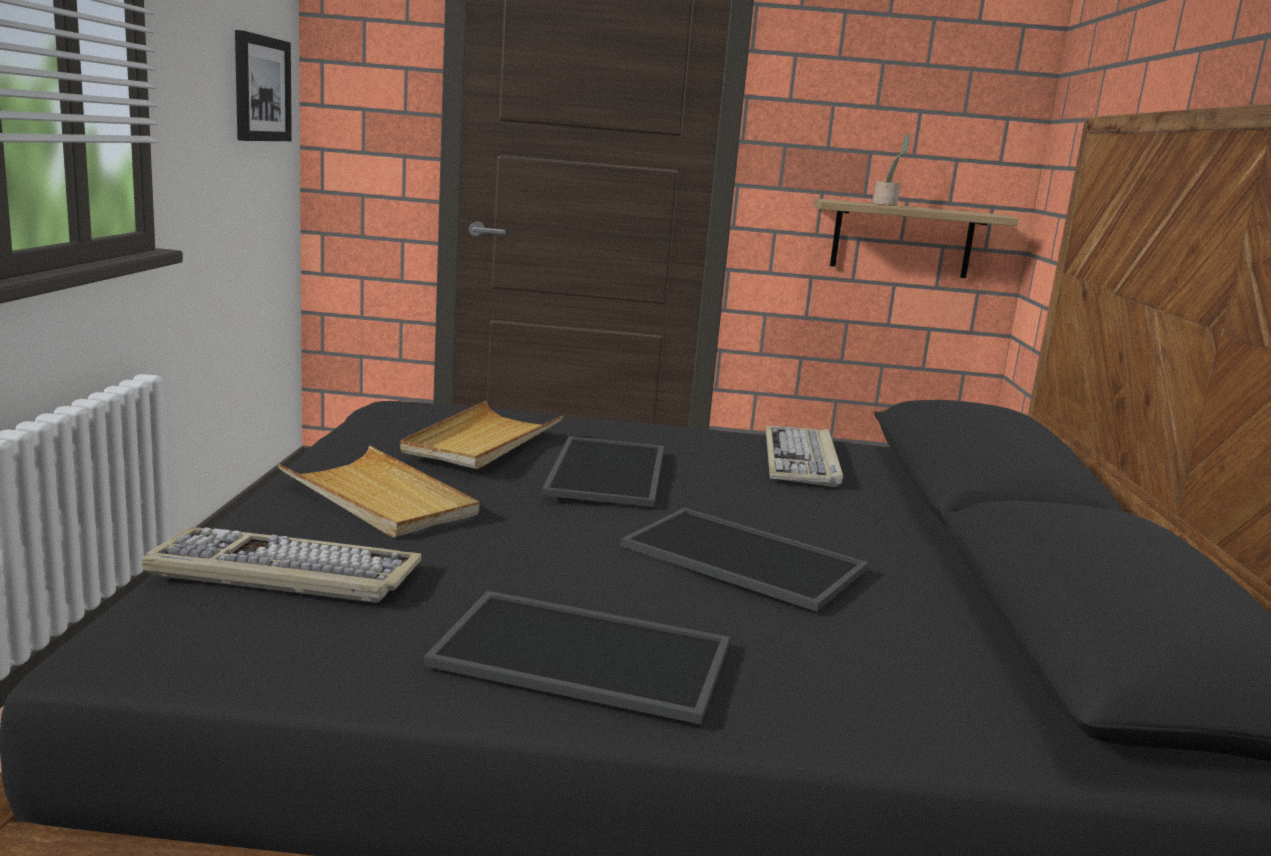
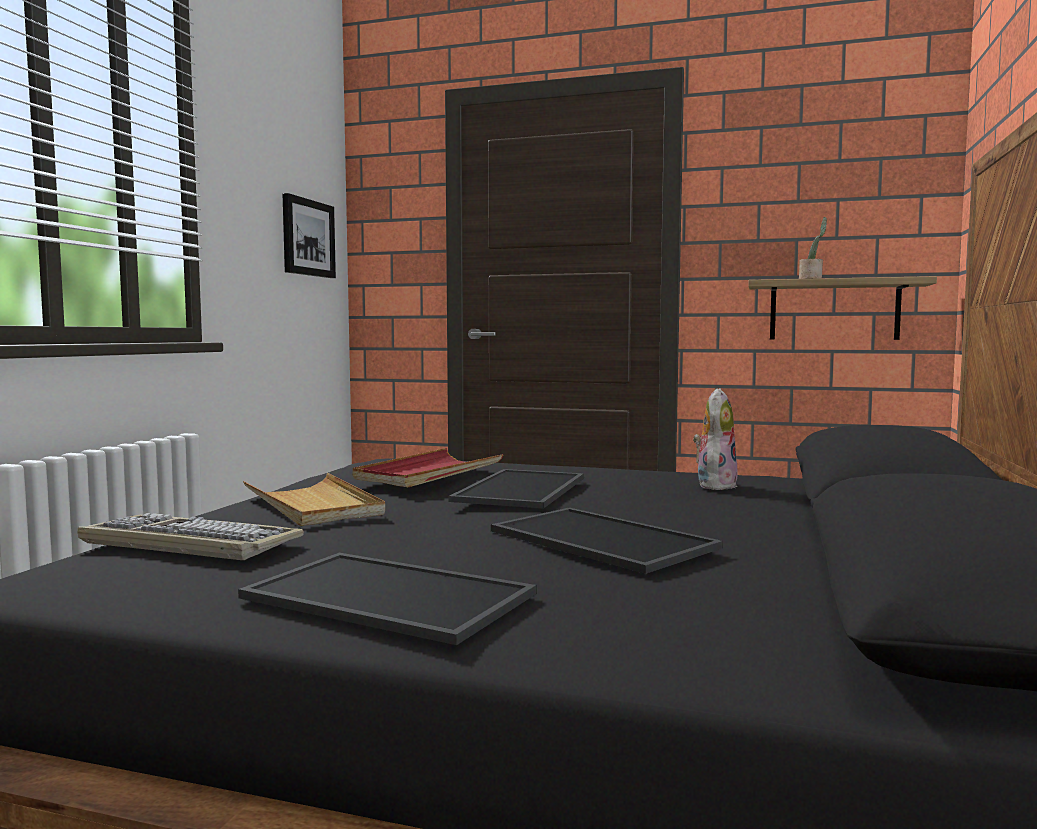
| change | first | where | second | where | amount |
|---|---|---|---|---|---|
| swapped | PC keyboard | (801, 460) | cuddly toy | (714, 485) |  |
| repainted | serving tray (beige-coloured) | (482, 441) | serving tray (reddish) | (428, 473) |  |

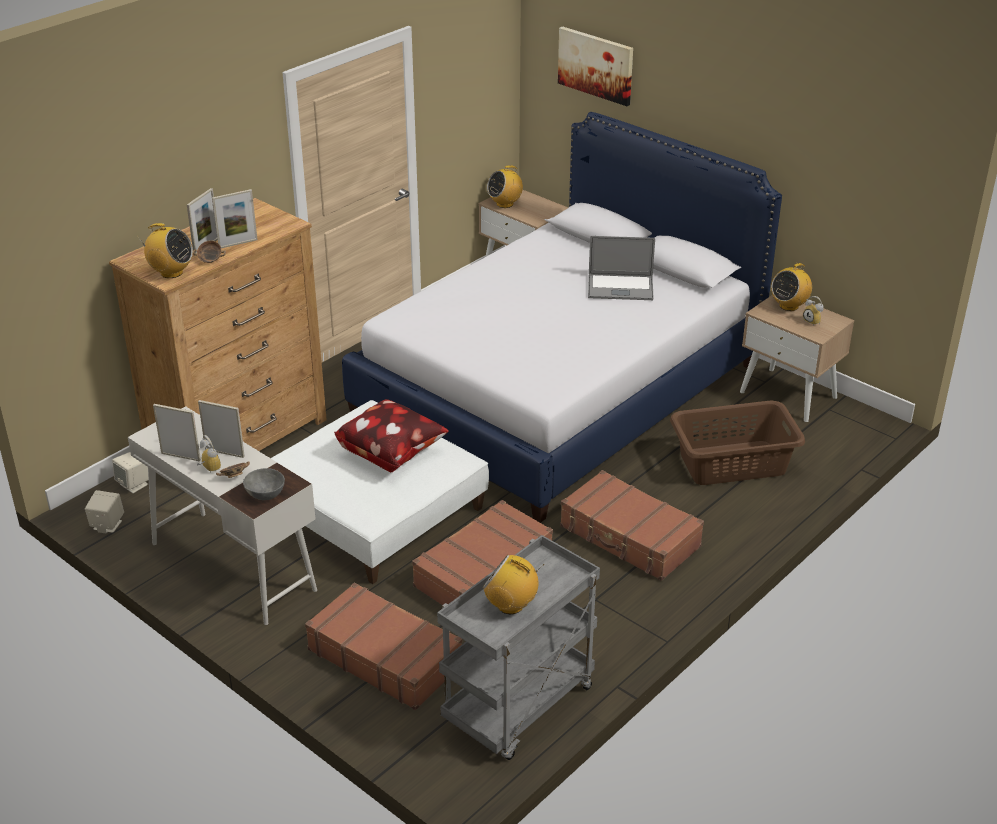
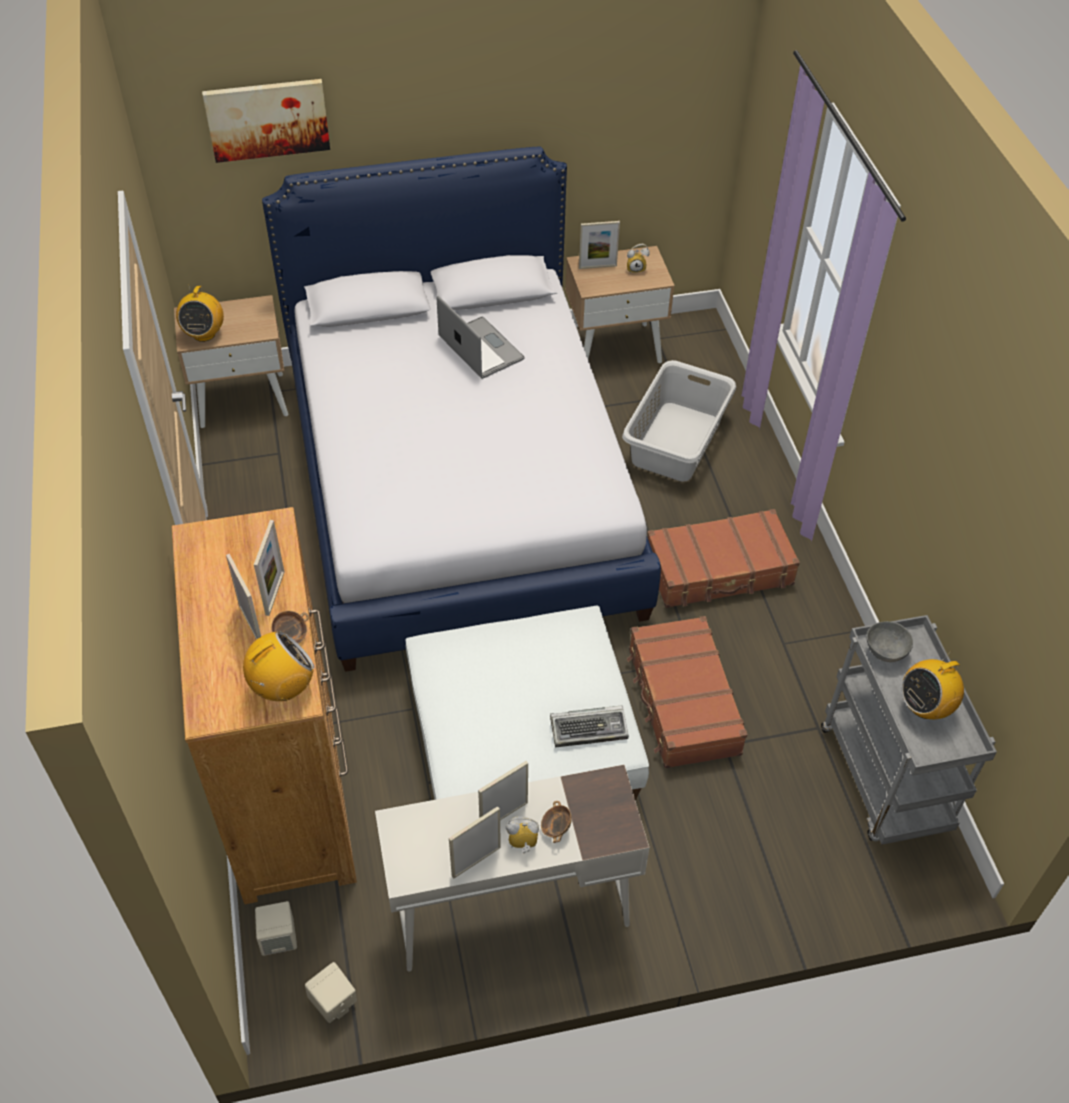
| change | first | where | second | where | amount |
|---|---|---|---|---|---|
| gone | suitcase (brown) | (385, 657) |  |  |  |
| gone | throw pillow | (391, 453) |  |  |  |
| new |  |  | PC keyboard | (589, 729) |  |
| shifted | deep dish (gray) | (264, 494) |  | (884, 652) |  |
| swapped | radio set | (789, 306) | picture frame | (597, 266) |  |
| repainted | washing basket (brown) | (733, 463) | washing basket (gray) | (677, 441) |  |
| rotated | portable computer | (620, 288) |  | (481, 348) | 75 degrees counterclockwise |

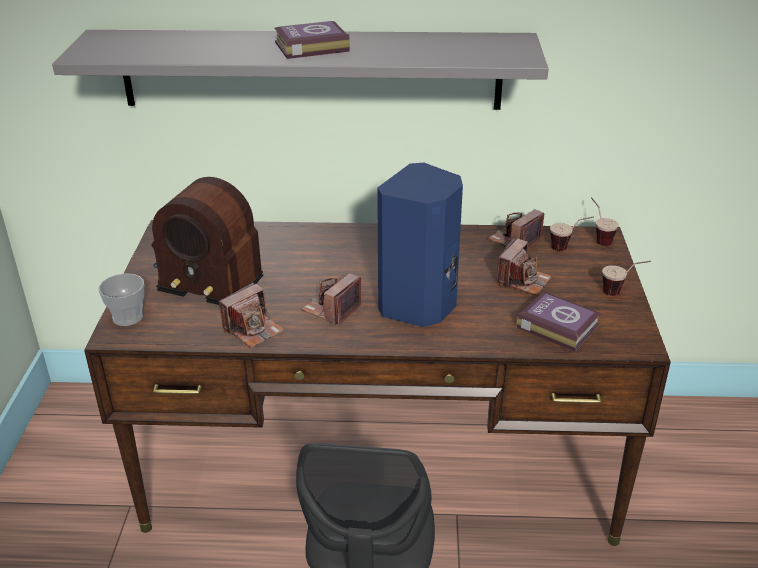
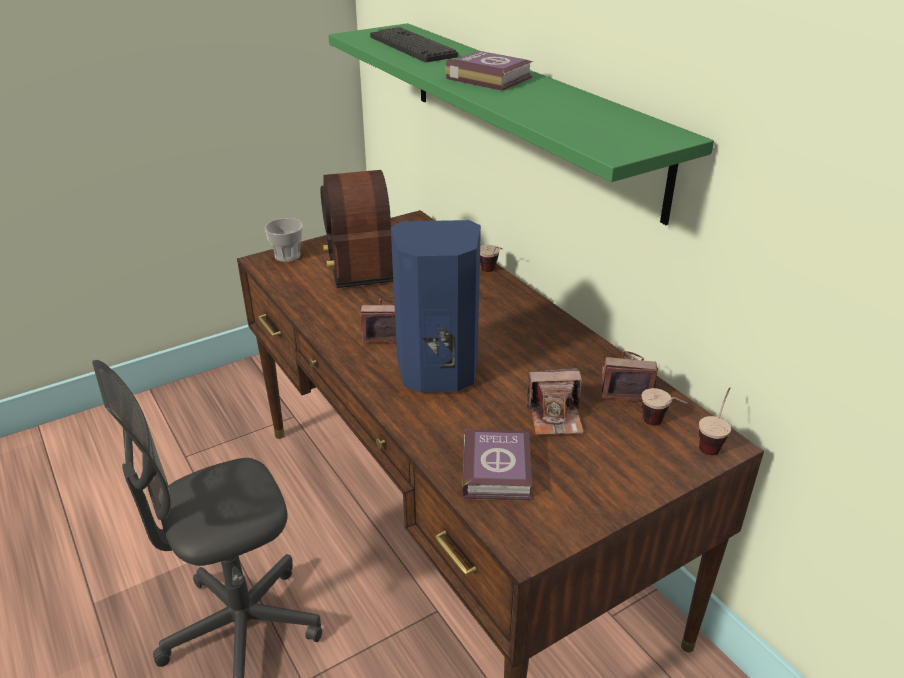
| change | first | where | second | where | amount |
|---|---|---|---|---|---|
| gone | still camera | (253, 329) |  |  |  |
| new |  |  | PC keyboard | (412, 46) |  |
| shifted | drinking cup | (621, 292) |  | (491, 273) |  |
| repainted | wall shelf (gray) | (311, 69) | wall shelf (greenish) | (526, 111) |  |

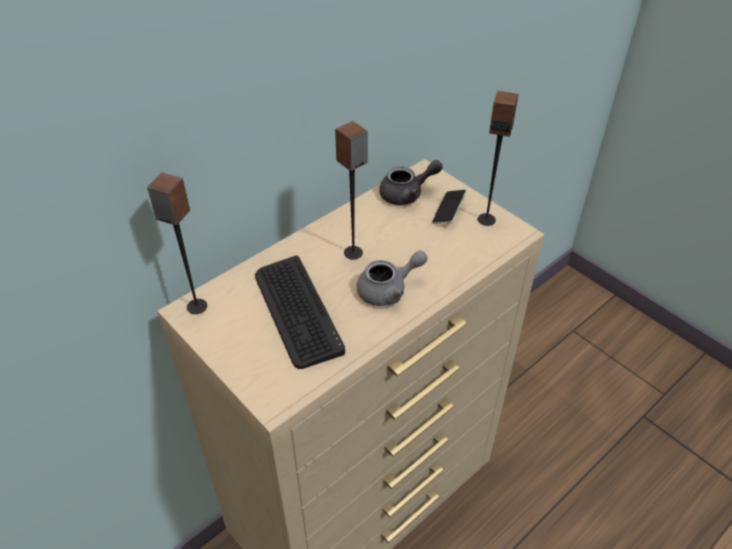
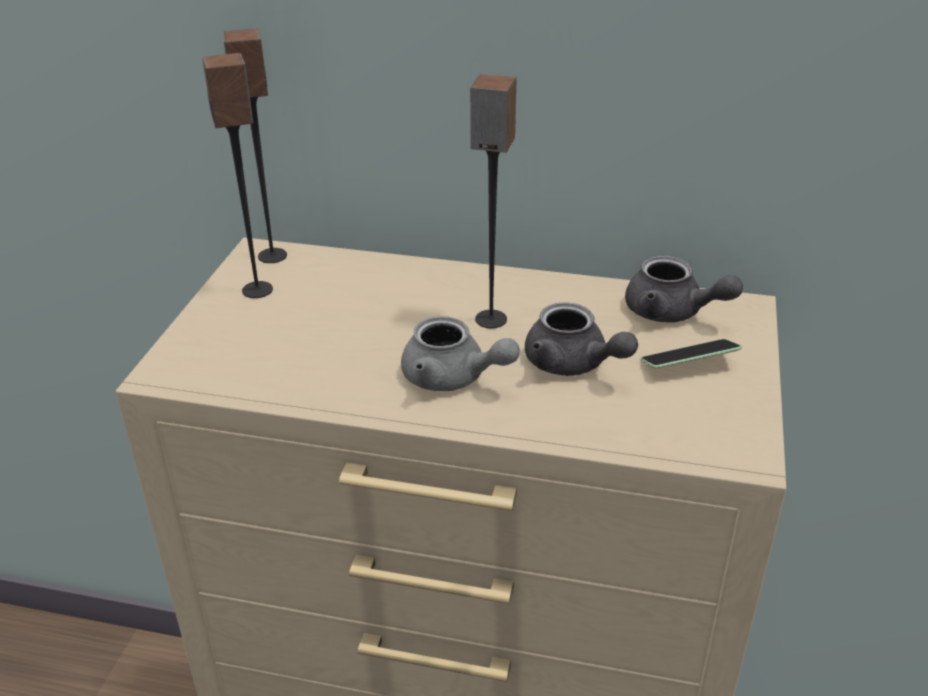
| change | first | where | second | where | amount |
|---|---|---|---|---|---|
| gone | PC keyboard | (297, 311) |  |  |  |
| new |  |  | tea pot (gray) | (573, 365) |  |
| shifted | audio speaker | (486, 219) |  | (258, 290) |  |

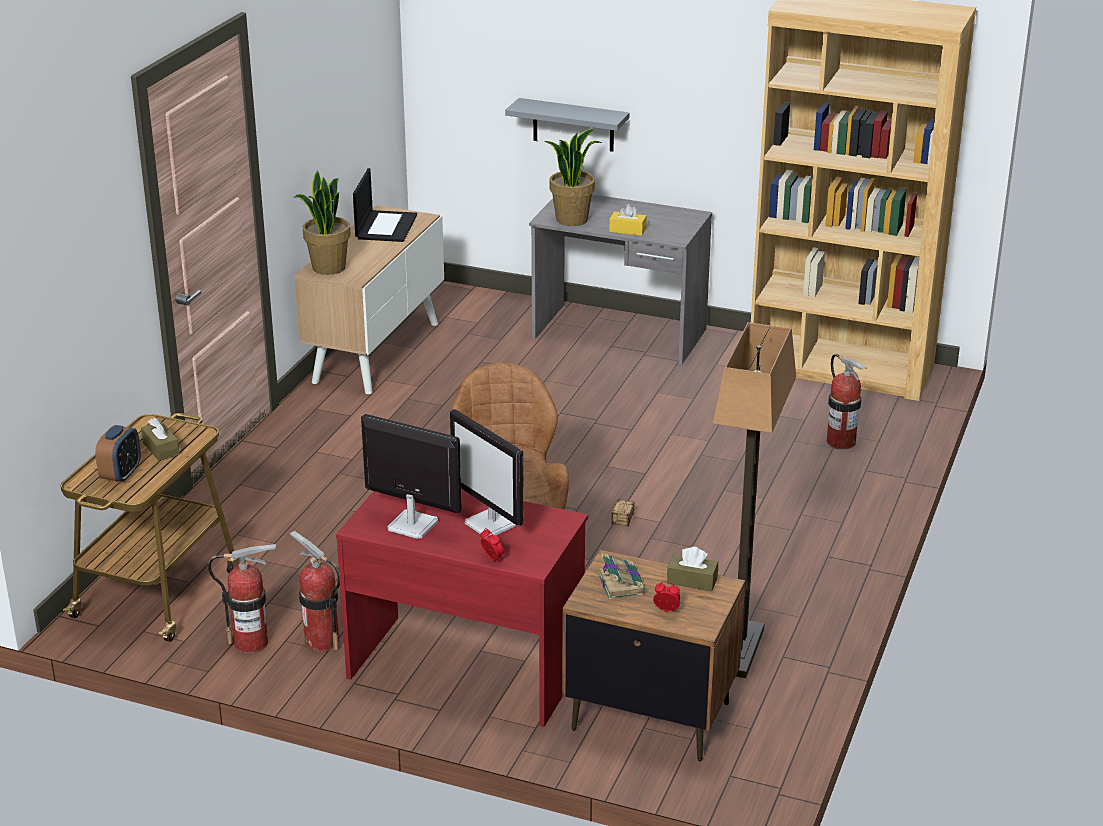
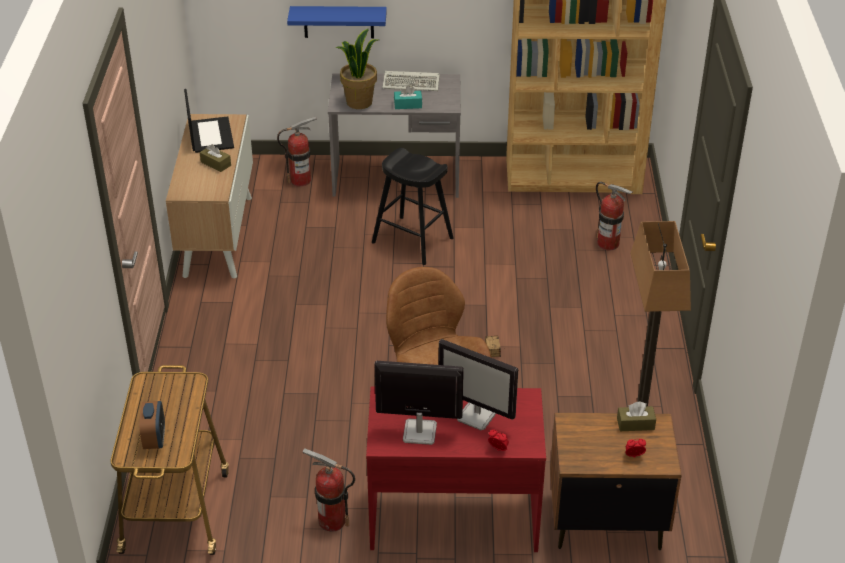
| change | first | where | second | where | amount |
|---|---|---|---|---|---|
| gone | potted plant | (328, 267) |  |  |  |
| gone | volume | (620, 583) |  |  |  |
| new |  |  | stool (blackish) | (412, 240) |  |
| new |  |  | PC keyboard | (412, 83) |  |
| shifted | tissue holder (brown) | (161, 449) |  | (216, 164) |  |
| shifted | fire-fighting cylinder | (251, 643) |  | (300, 180) |  |
| repainted | wall shelf (gray) | (573, 125) | wall shelf (blue) | (338, 22) |  |
| repainted | tissue holder (yellowish) | (627, 230) | tissue holder (blue-green) | (408, 105) |  |

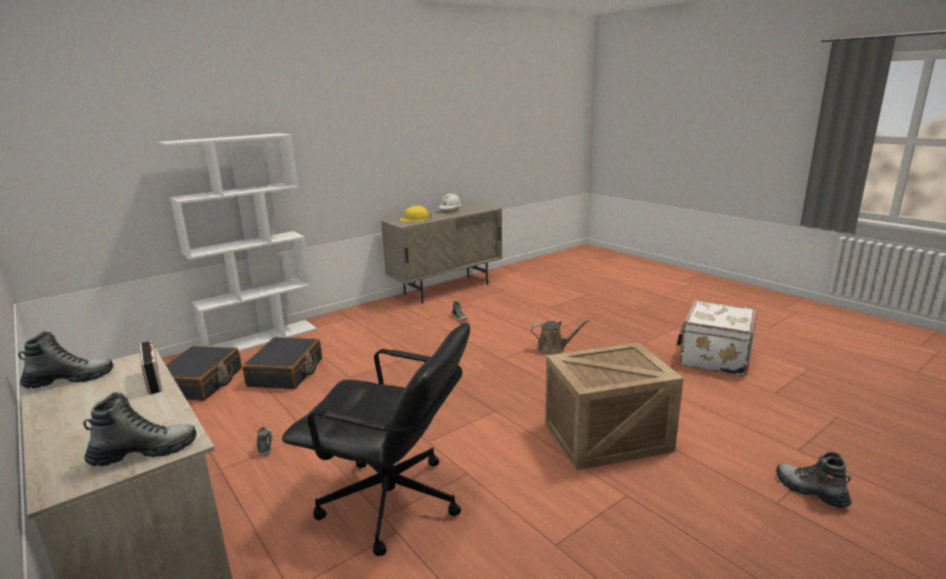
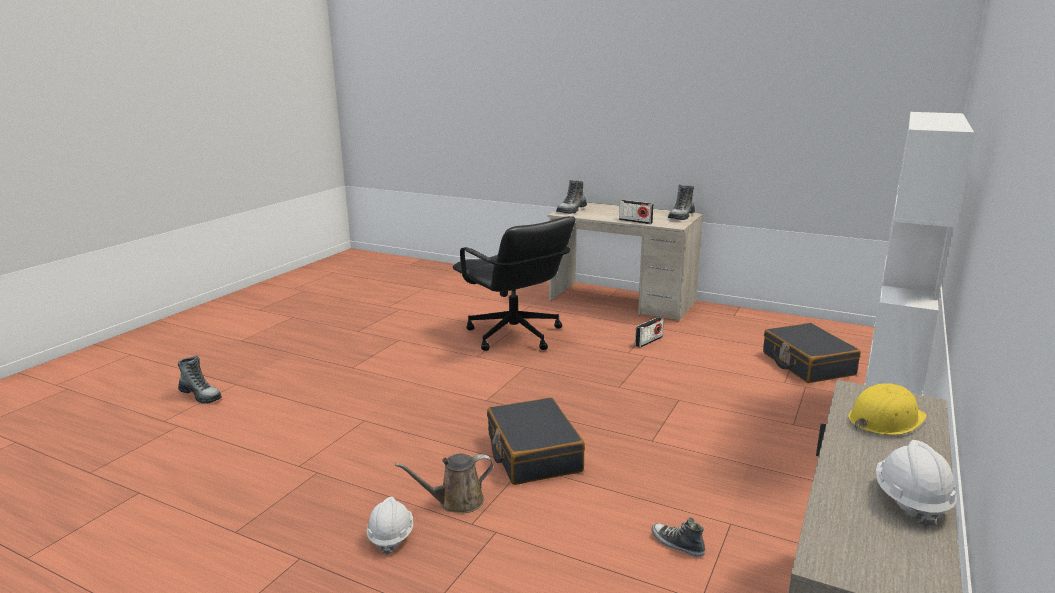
| change | first | where | second | where | amount |
|---|---|---|---|---|---|
| gone | crate | (606, 437) |  |  |  |
| gone | suitcase (white-coloured) | (713, 358) |  |  |  |
| new |  |  | safety helmet (white-coloured) | (391, 536) |  |
| shifted | suitcase (blackish) | (286, 373) |  | (533, 453) |  |
| swapped | shoe | (265, 445) | radio set | (648, 341) |  |
| rotated | desk chair (blackish) | (391, 503) |  | (514, 335) | 120 degrees counterclockwise |

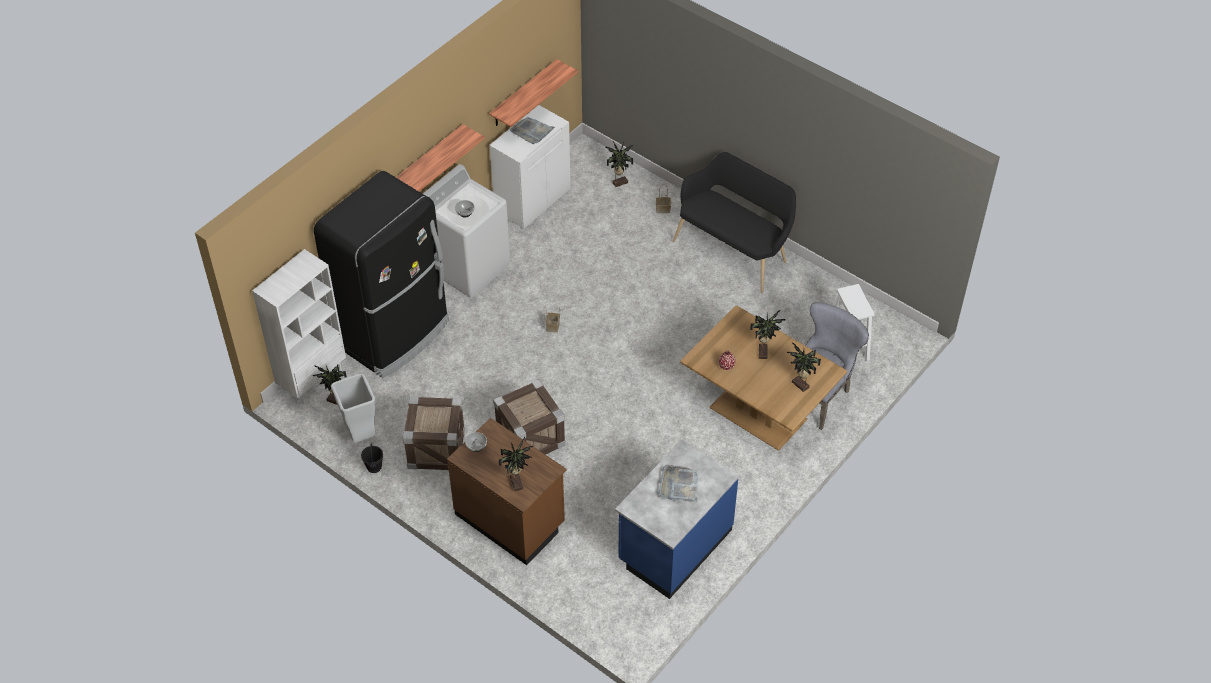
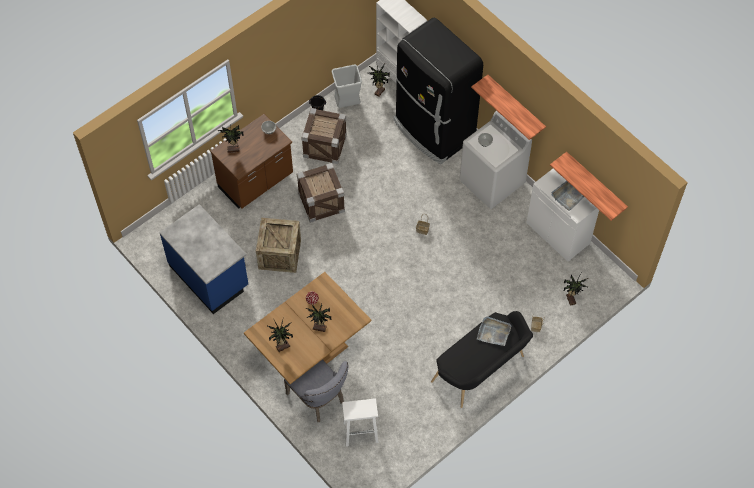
| change | first | where | second | where | amount |
|---|---|---|---|---|---|
| new |  |  | crate | (279, 254) |  |
| shifted | serving tray (gray) | (679, 485) |  | (493, 332) |  |

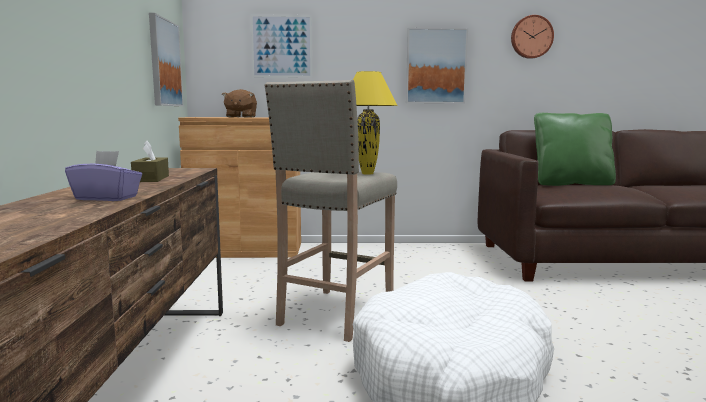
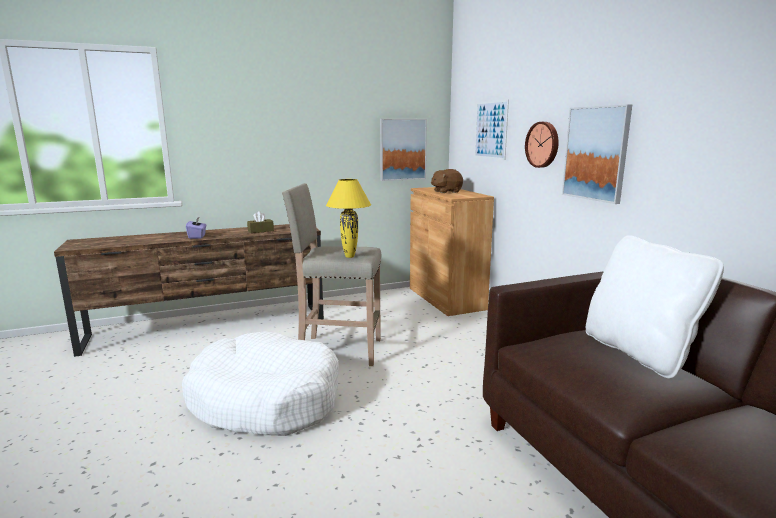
| change | first | where | second | where | amount |
|---|---|---|---|---|---|
| shifted | hanging clock | (531, 37) |  | (543, 144) |  |
| repainted | throw pillow (greenish) | (571, 184) | throw pillow (white-coloured) | (638, 352) |  |

